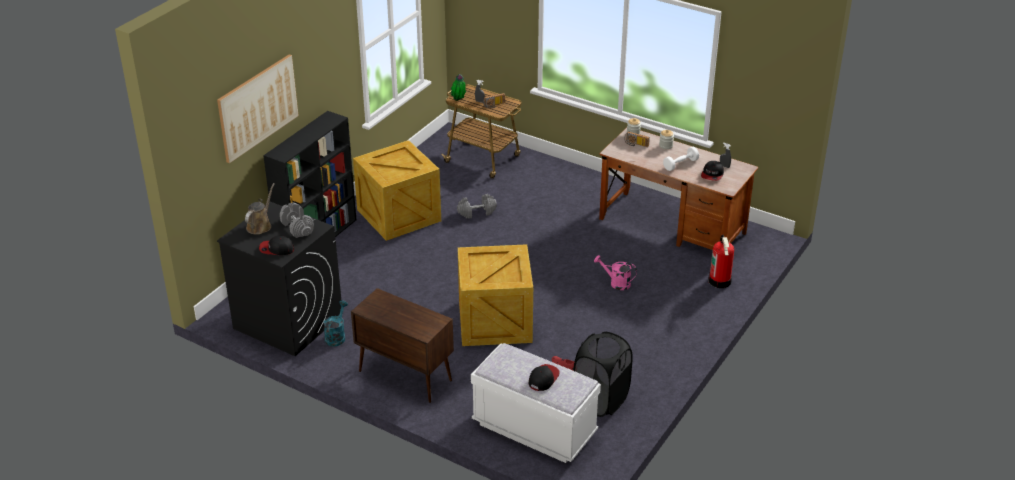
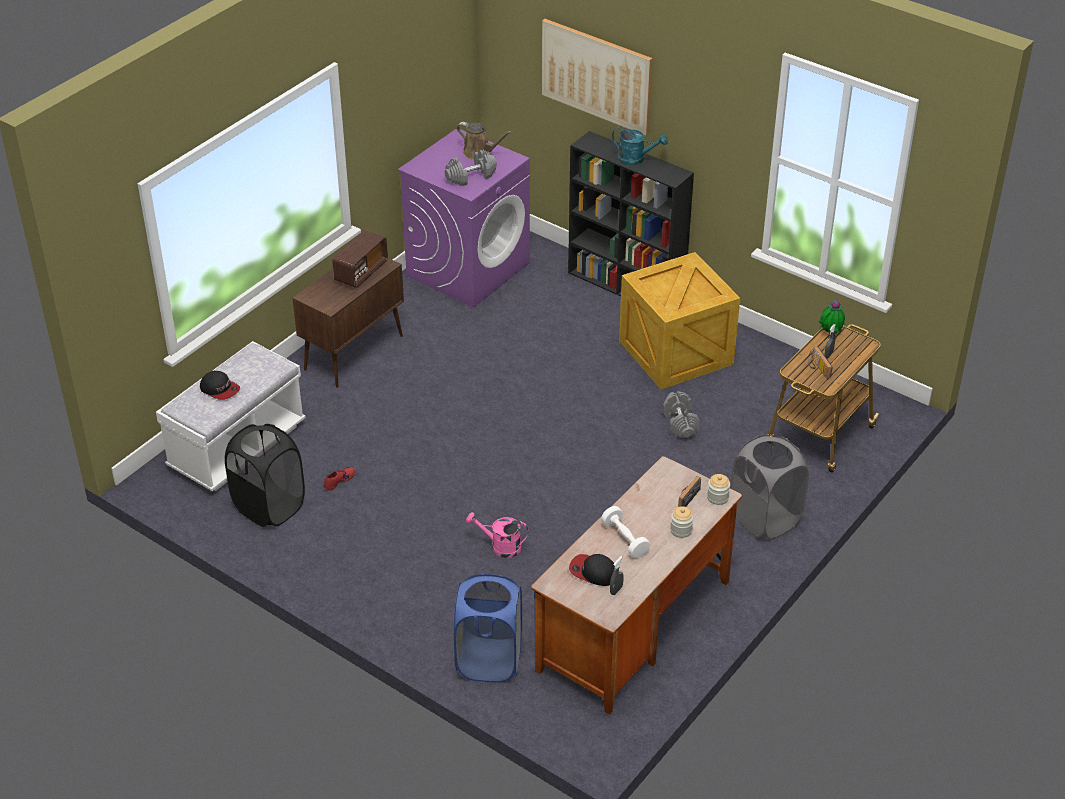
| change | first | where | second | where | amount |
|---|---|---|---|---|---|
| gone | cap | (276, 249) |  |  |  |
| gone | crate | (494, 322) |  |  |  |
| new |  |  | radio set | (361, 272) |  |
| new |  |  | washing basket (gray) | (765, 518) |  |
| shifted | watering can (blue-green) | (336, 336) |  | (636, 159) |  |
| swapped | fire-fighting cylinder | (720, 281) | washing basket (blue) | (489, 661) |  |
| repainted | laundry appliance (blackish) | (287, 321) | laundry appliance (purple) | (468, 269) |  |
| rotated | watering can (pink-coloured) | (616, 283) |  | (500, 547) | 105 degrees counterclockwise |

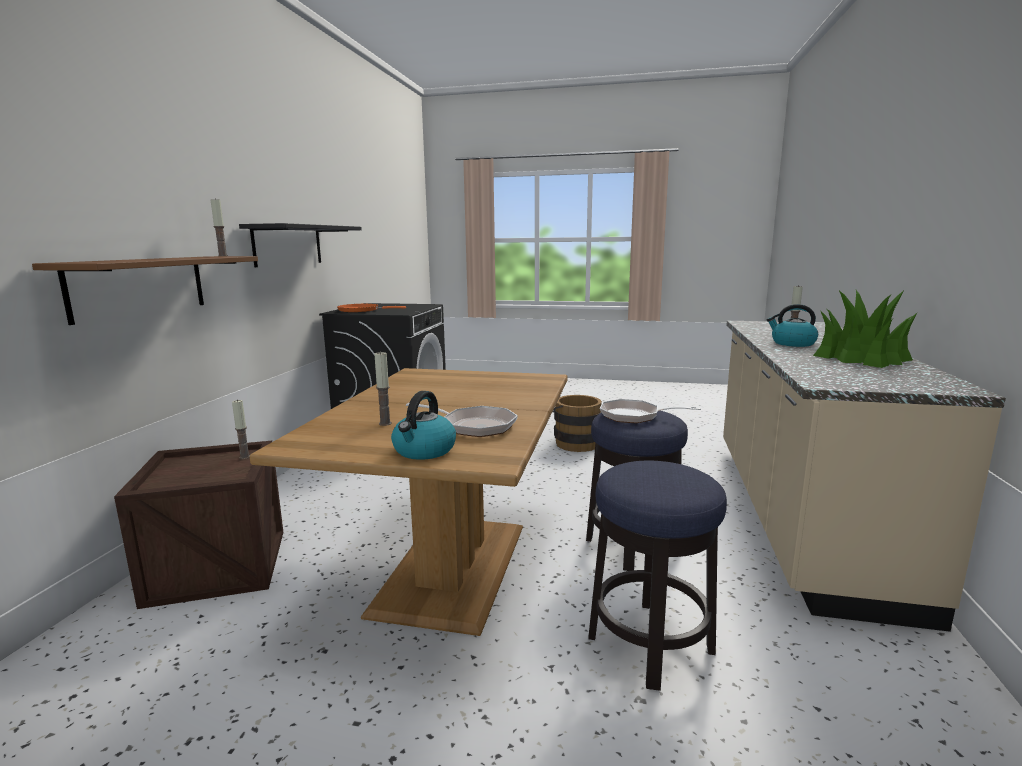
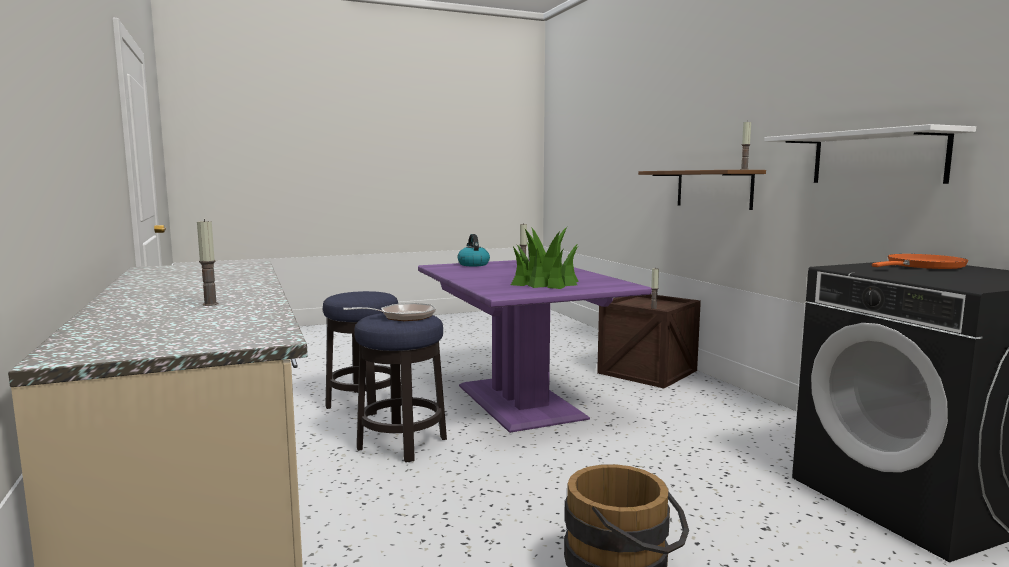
| change | first | where | second | where | amount |
|---|---|---|---|---|---|
| gone | frying pan | (473, 426) |  |  |  |
| gone | water kettle | (792, 343) |  |  |  |
| shifted | potted plant | (861, 358) |  | (545, 283) |  |
| repainted | wall shelf (blackish) | (288, 245) | wall shelf (white-coloured) | (877, 158) |  |
| repainted | dining table (brown) | (450, 567) | dining table (purple) | (521, 401) |  |

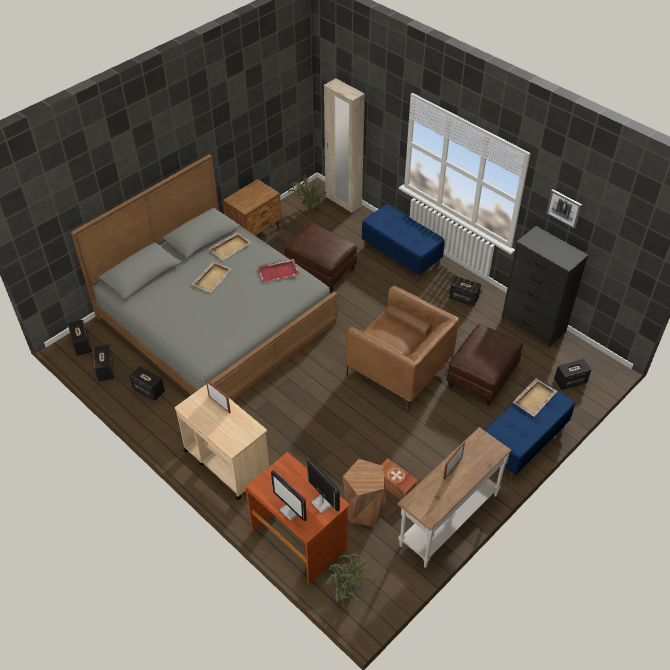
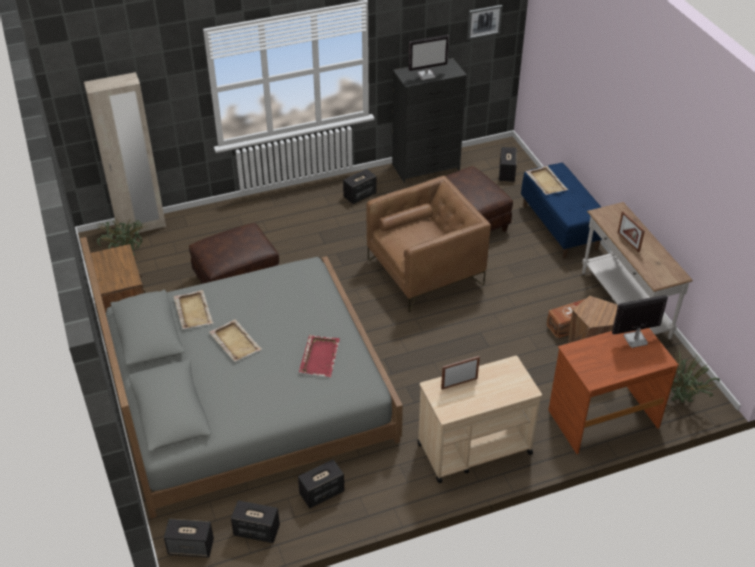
| change | first | where | second | where | amount |
|---|---|---|---|---|---|
| gone | bench (blue) | (401, 256) |  |  |  |
| shifted | serving tray (reddish) | (278, 271) |  | (320, 357) |  |
| shifted | monitor | (291, 510) |  | (426, 75) |  |
| shifted | wall art | (564, 208) |  | (484, 21) |  |

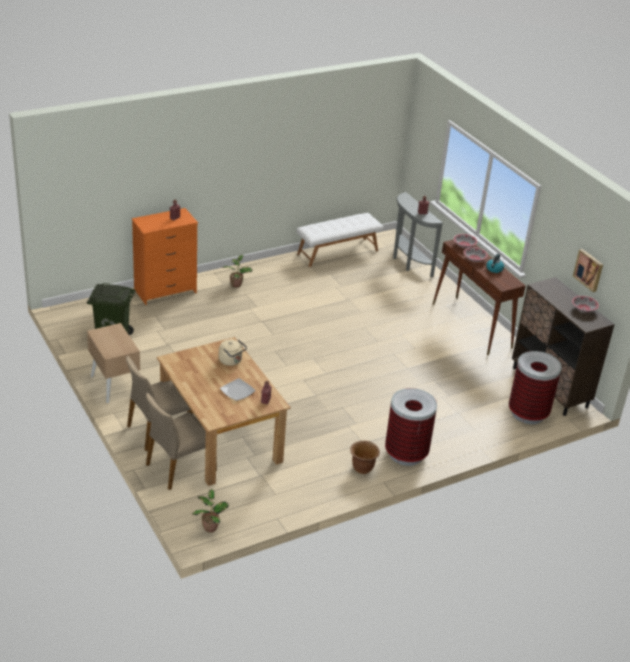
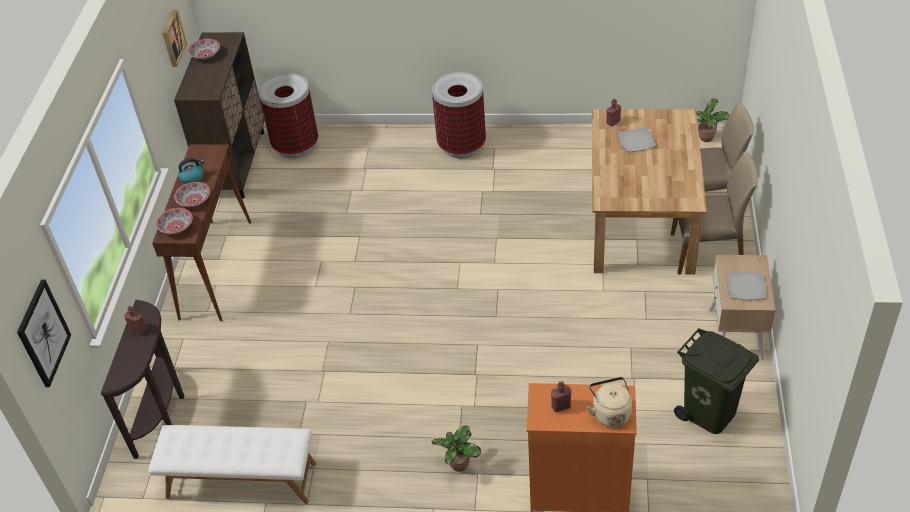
| change | first | where | second | where | amount |
|---|---|---|---|---|---|
| gone | flower pot (brown) | (362, 468) |  |  |  |
| new |  |  | wall art | (43, 333) |  |
| new |  |  | flat dish | (746, 287) |  |
| shifted | water kettle (beige-coloured) | (231, 361) |  | (610, 412) |  |
| repainted | narrow table (gray) | (408, 262) | narrow table (brown) | (163, 412) |  |

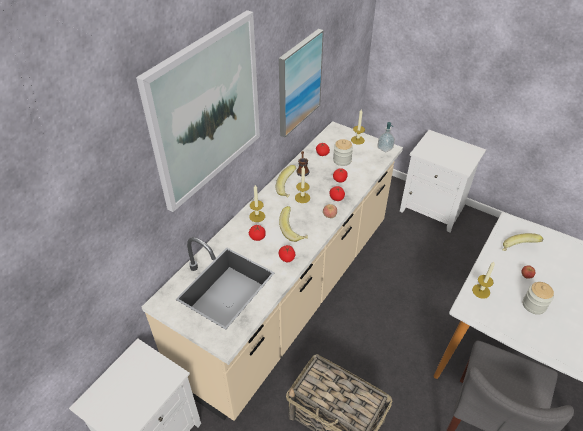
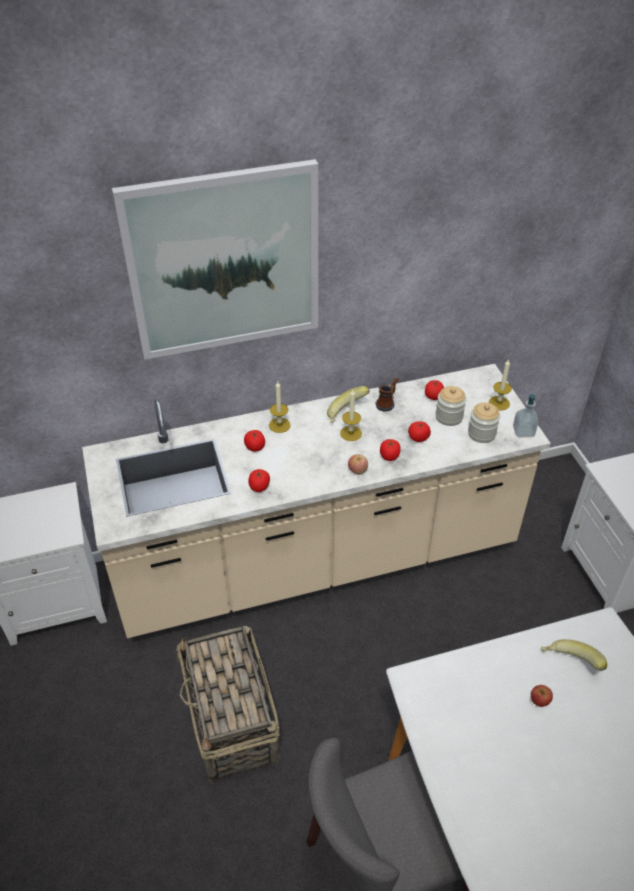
| change | first | where | second | where | amount |
|---|---|---|---|---|---|
| gone | wall art | (298, 83) |  |  |  |
| gone | whole banana | (294, 231) |  |  |  |
| gone | wax light | (481, 291) |  |  |  |
| shifted | preserve jar | (534, 305) |  | (481, 433) |  |

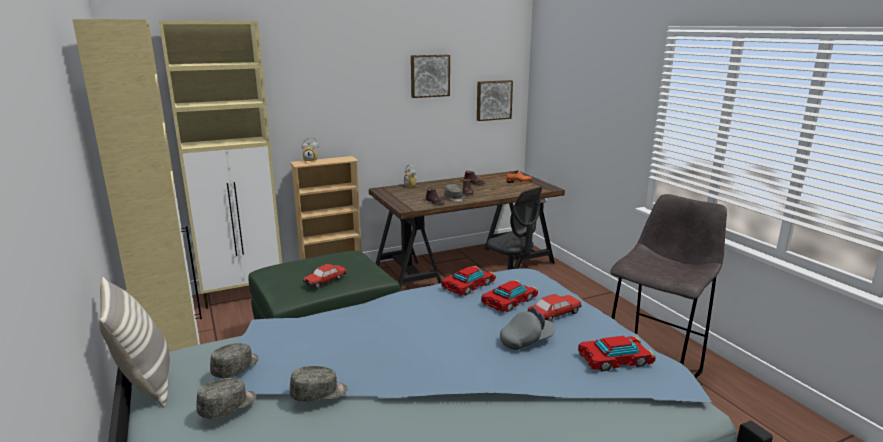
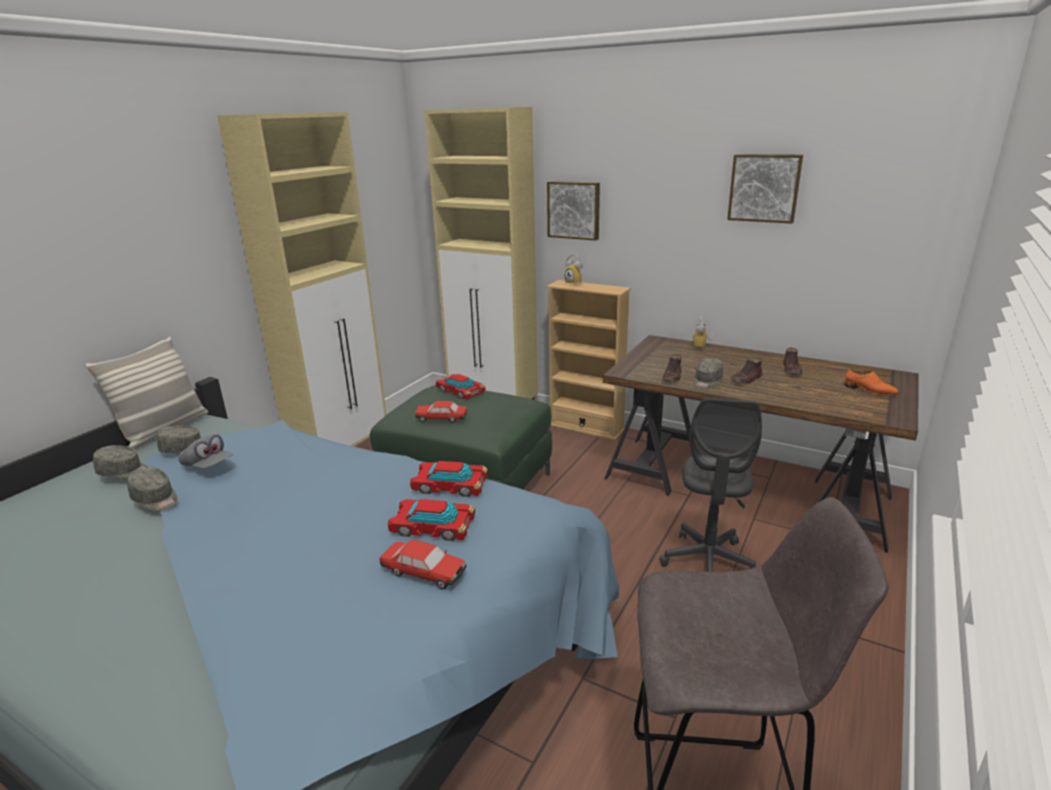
| change | first | where | second | where | amount |
|---|---|---|---|---|---|
| shifted | wall art | (493, 100) |  | (574, 210) |  |
| shifted | cap (gray) | (526, 341) |  | (208, 466) |  |
| shifted | miniature car | (614, 359) |  | (460, 391) |  |

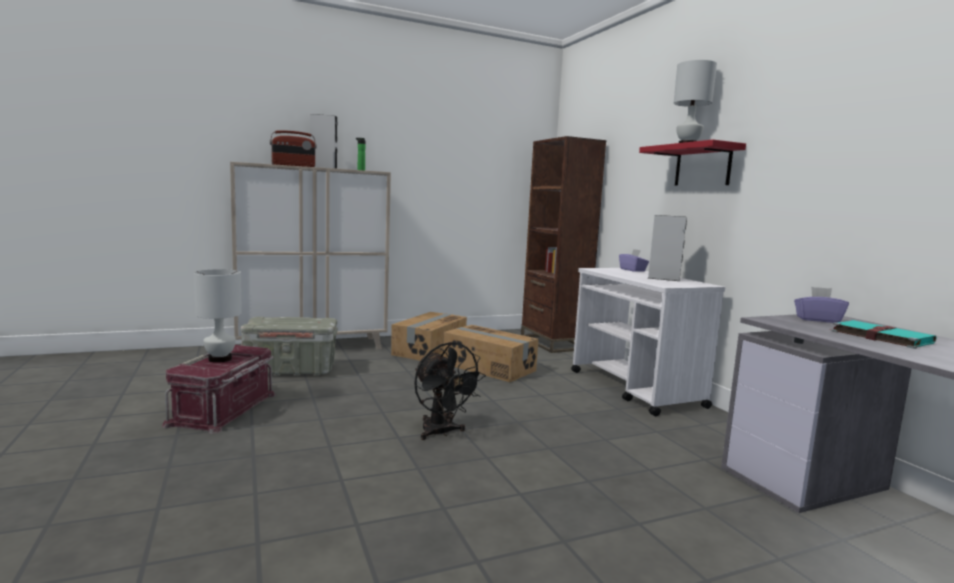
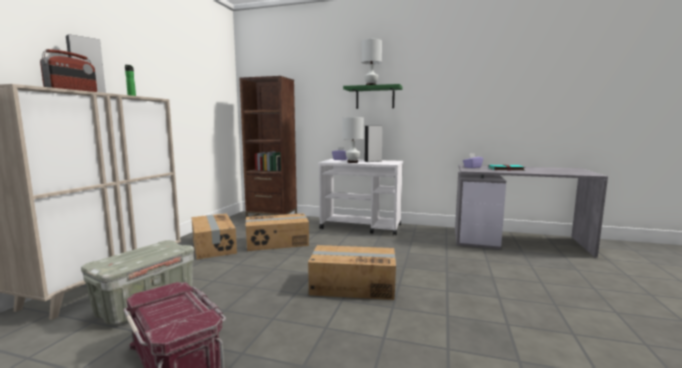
| change | first | where | second | where | amount |
|---|---|---|---|---|---|
| shifted | tabletop lamp (white-coloured) | (220, 359) |  | (352, 162) |  |
| swapped | cooling fan (blackish) | (441, 433) | cardboard box | (353, 285) |  |
| repainted | wall shelf (reddish) | (702, 166) | wall shelf (greenish) | (375, 97) |  |

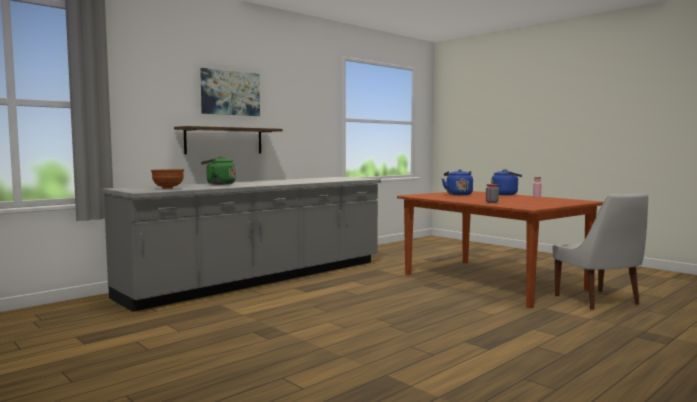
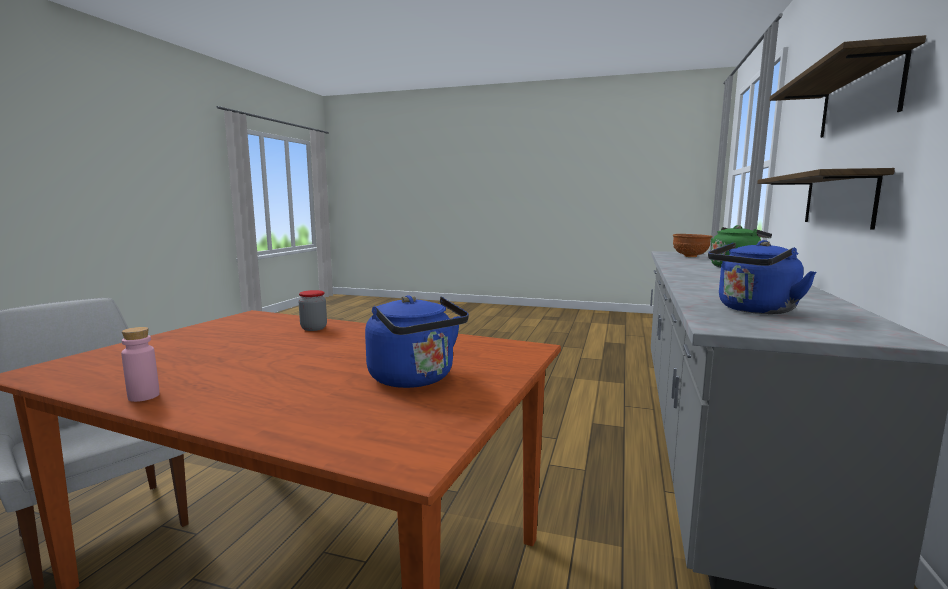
| change | first | where | second | where | amount |
|---|---|---|---|---|---|
| shifted | water kettle (blue) | (506, 194) |  | (753, 310) |  |
| swapped | wall art | (230, 93) | wall shelf | (859, 98) |  |

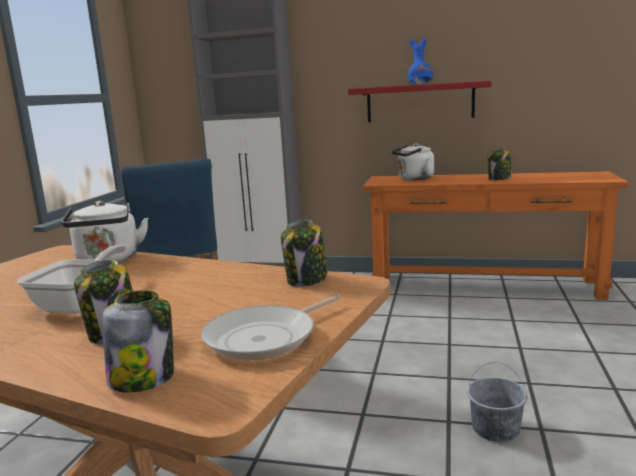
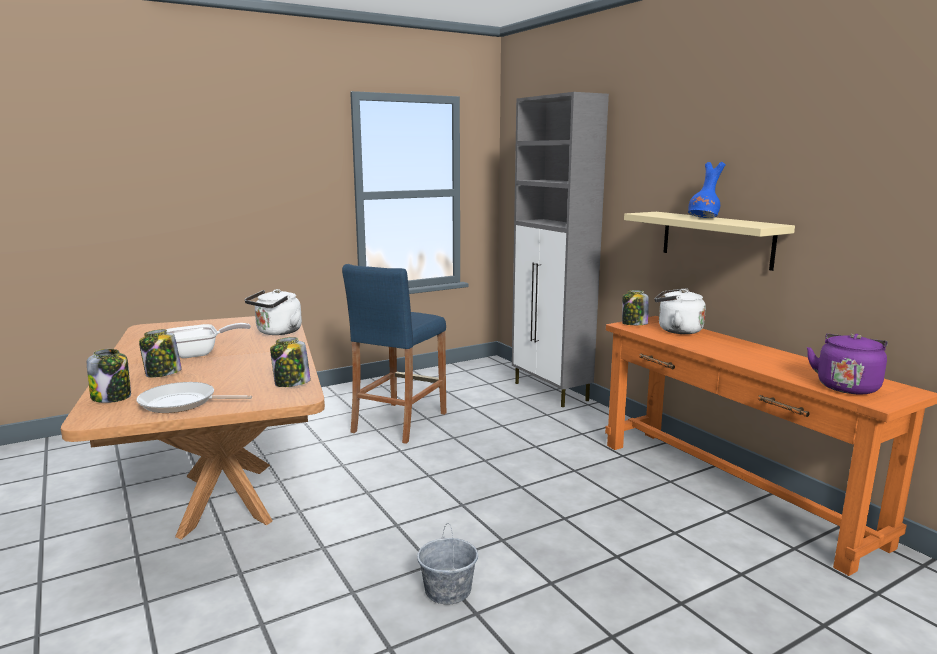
| change | first | where | second | where | amount |
|---|---|---|---|---|---|
| new |  |  | water kettle (purple) | (847, 386) |  |
| shifted | preserve jar | (499, 179) |  | (634, 324) |  |
| repainted | wall shelf (reddish) | (420, 102) | wall shelf (beige-coloured) | (716, 239) |  |

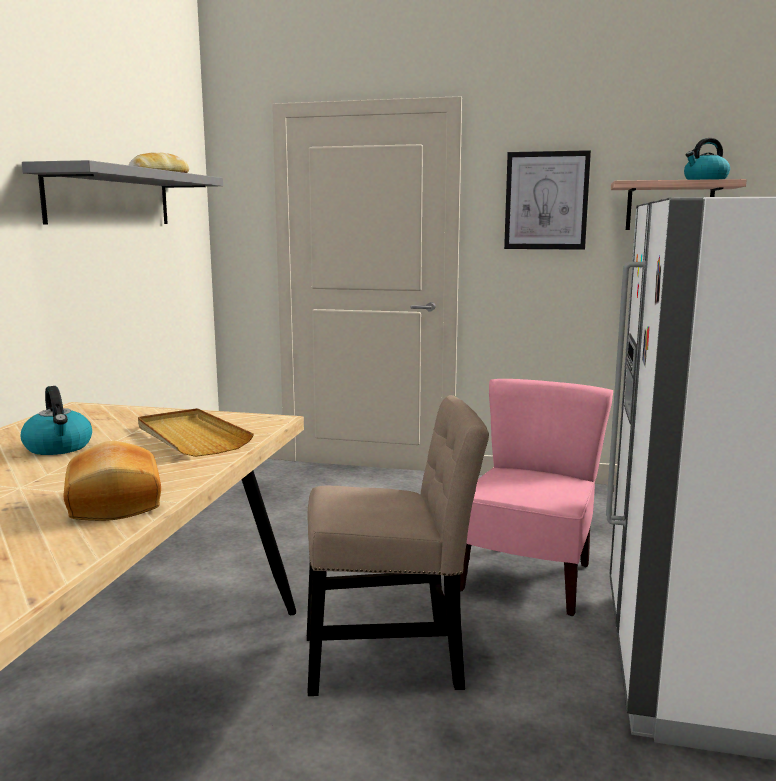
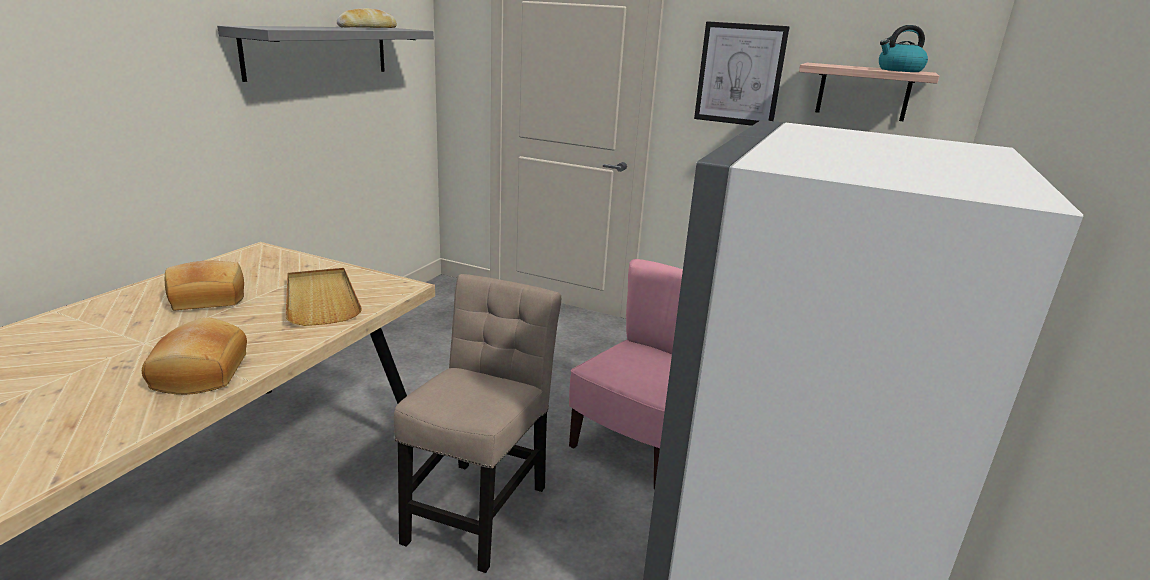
| change | first | where | second | where | amount |
|---|---|---|---|---|---|
| swapped | water kettle | (59, 447) | bakery bread | (208, 298) |  |
| rotated | plain chair (beige-coloured) | (391, 659) |  | (479, 507) | 75 degrees counterclockwise |

